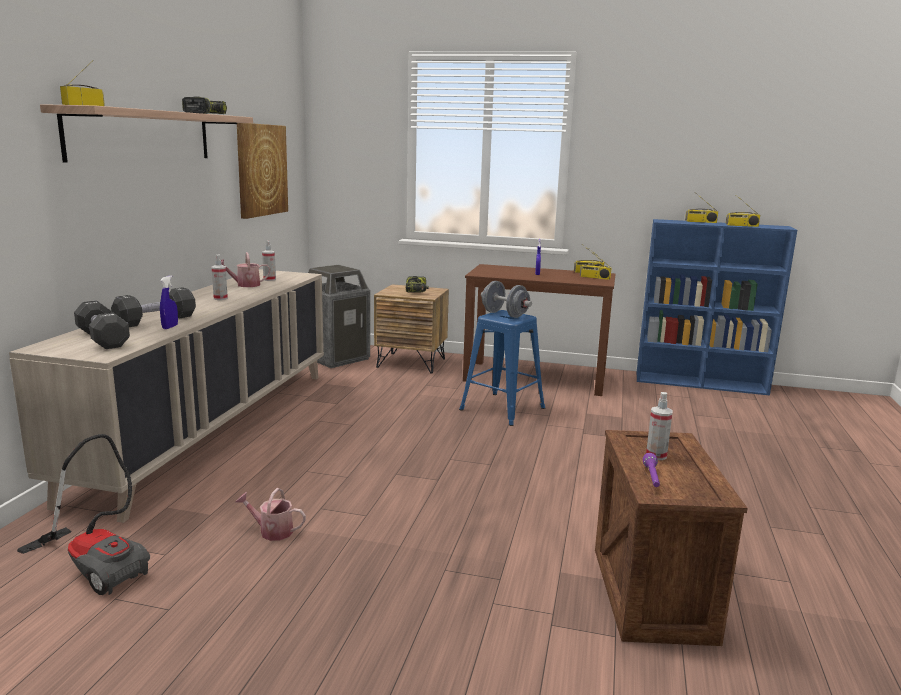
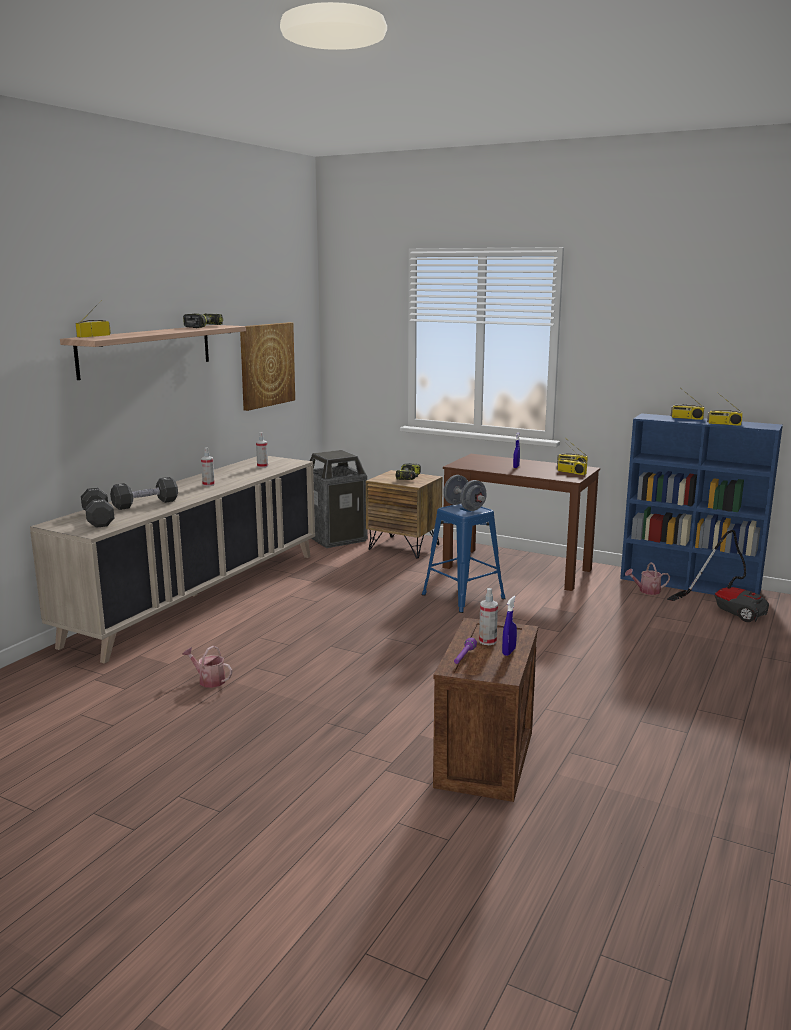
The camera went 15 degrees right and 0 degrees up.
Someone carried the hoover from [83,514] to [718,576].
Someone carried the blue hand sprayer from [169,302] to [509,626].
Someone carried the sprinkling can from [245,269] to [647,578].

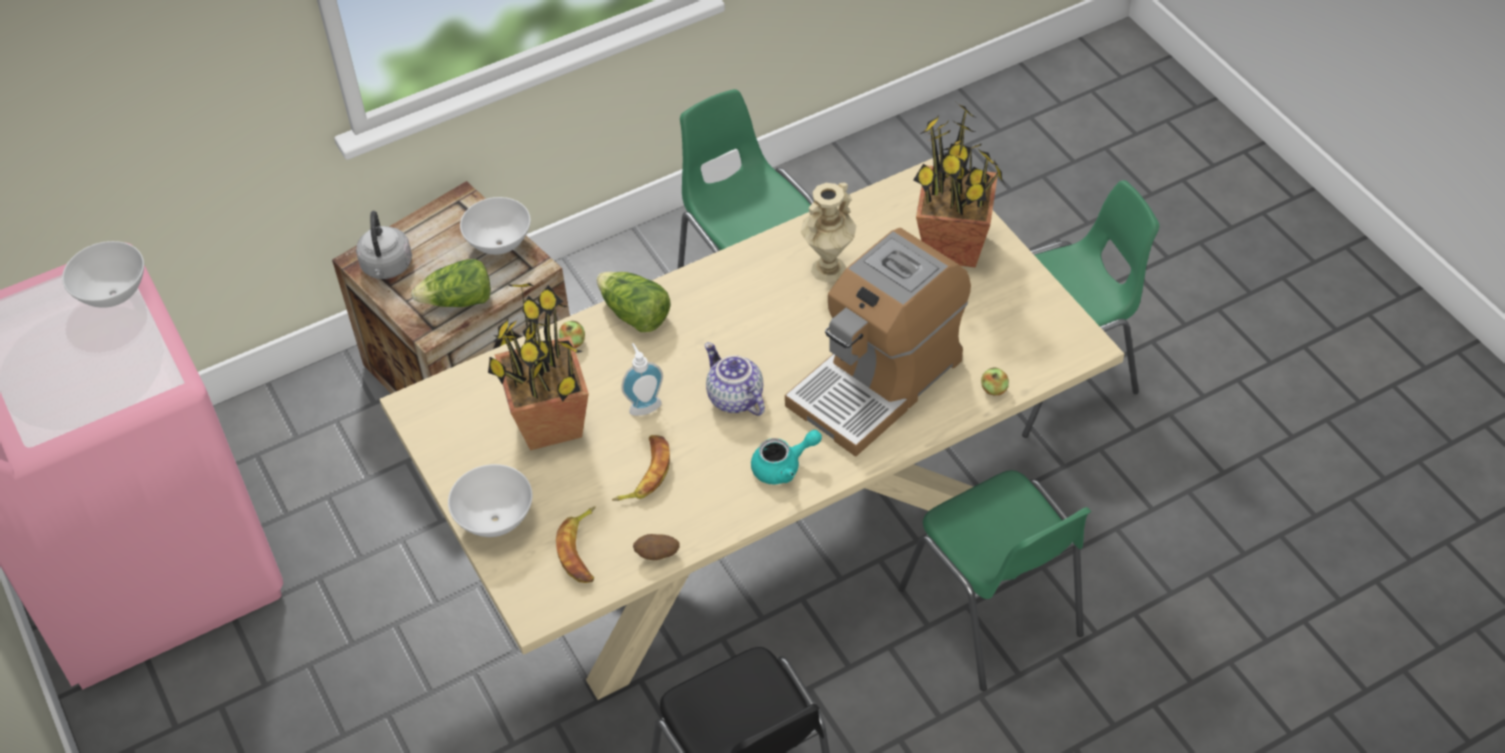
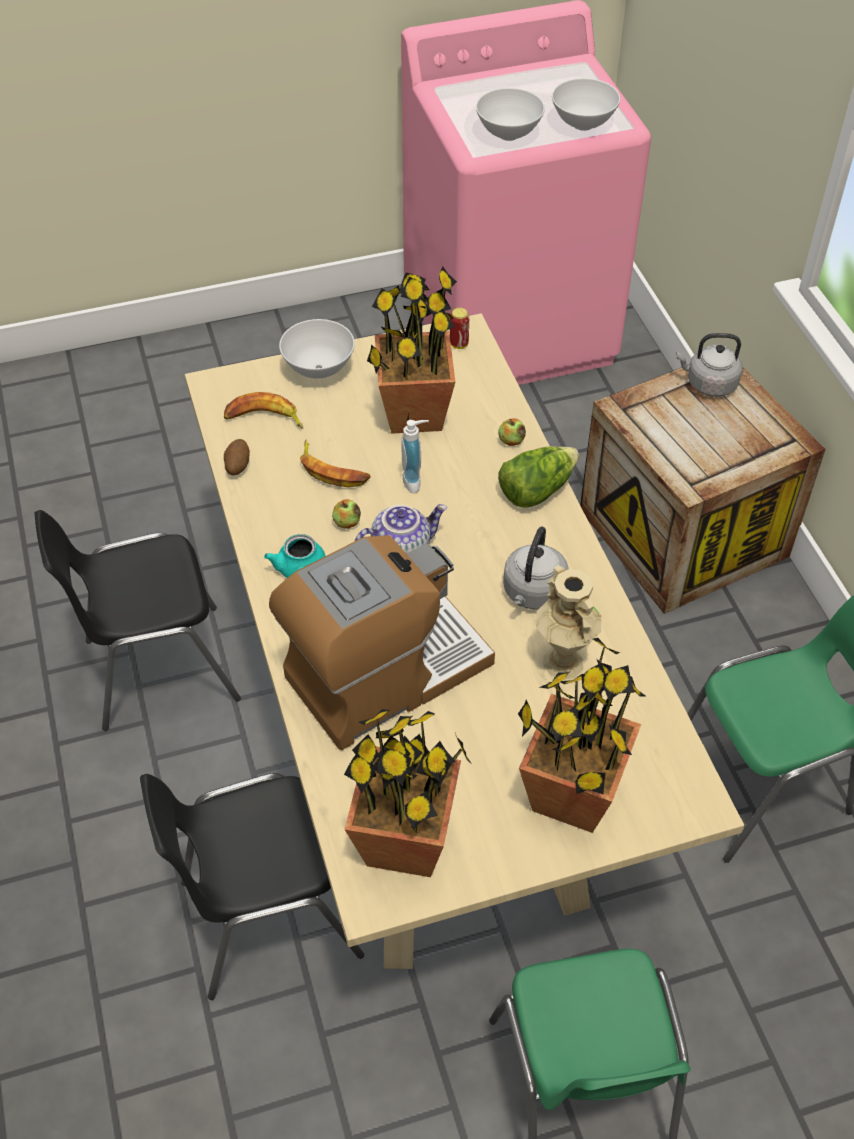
The camera went 100 degrees right and 0 degrees up.
Someone took away the head of lettuce at [451,283].
Someone put down the houseplant at [407,793].
Someone put down the sealed can at [459,328].
Someone put down the gray water kettle at [536,568].
Someone carried the whitish serving bowl from [495,226] to [510,114].
Someone carried the apple from [995,381] to [346,514].
Someone repainted the green-coloured plain chair at [994,580], which became the black-coloured plain chair at [252,886].
Someone rotated the coffee brewer at [878,342] by 90 degrees clockwise.

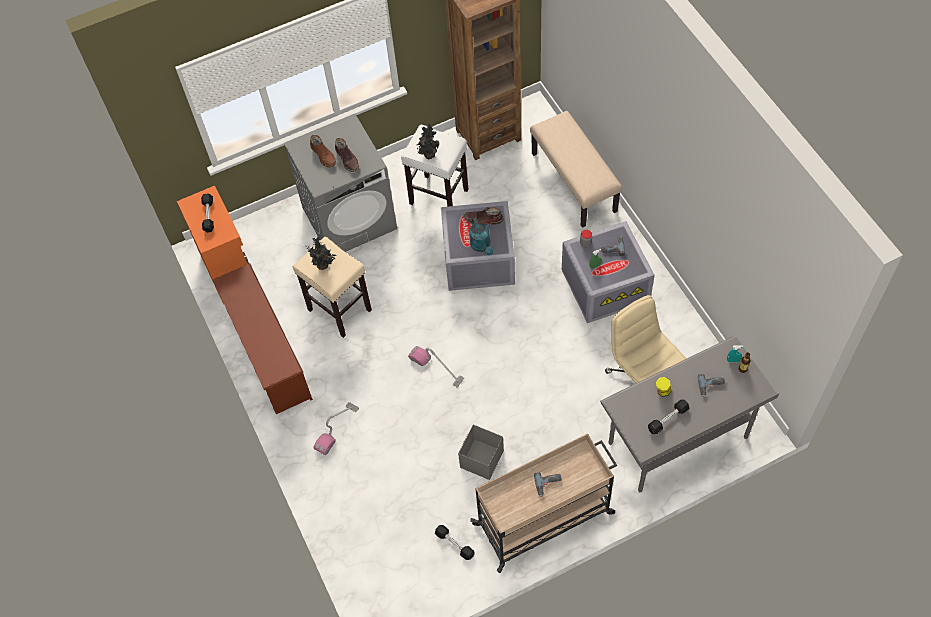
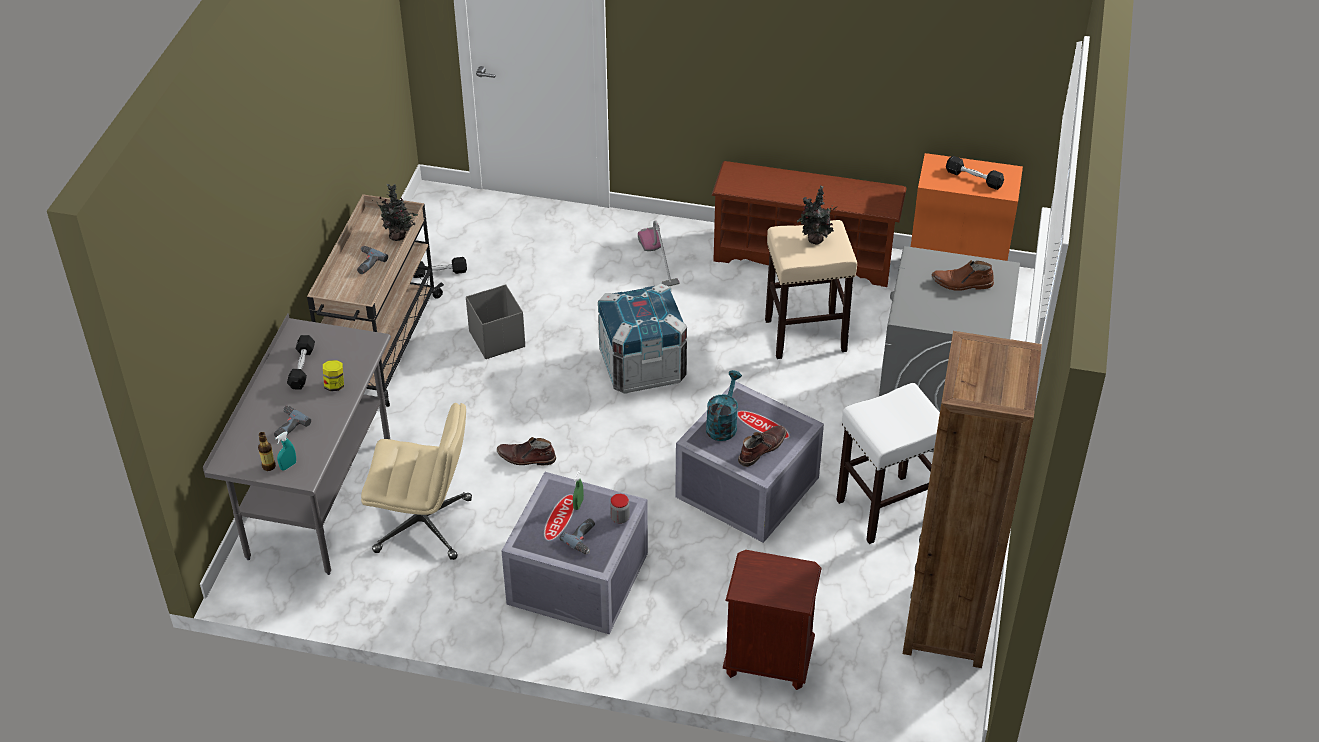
The camera went 125 degrees right and 15 degrees down.
Someone carried the brown boot from [347,155] to [526,451].
Someone carried the houseplant from [428,141] to [395,212].
Someone swapped the hoover at [436,366] for the crate at [642,338].
Someone swapped the sand-coloured indoor bench at [576,169] for the brown bedside table at [772,620].
Someone rotated the turquoise sprinkling can at [482,236] by 90 degrees clockwise.

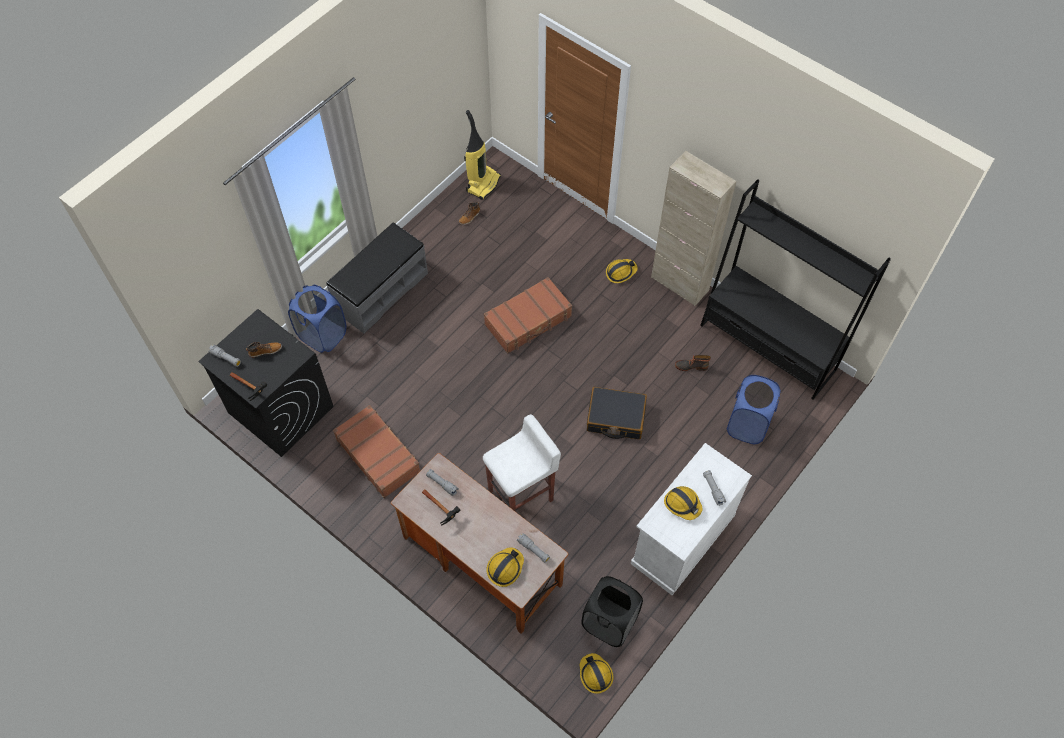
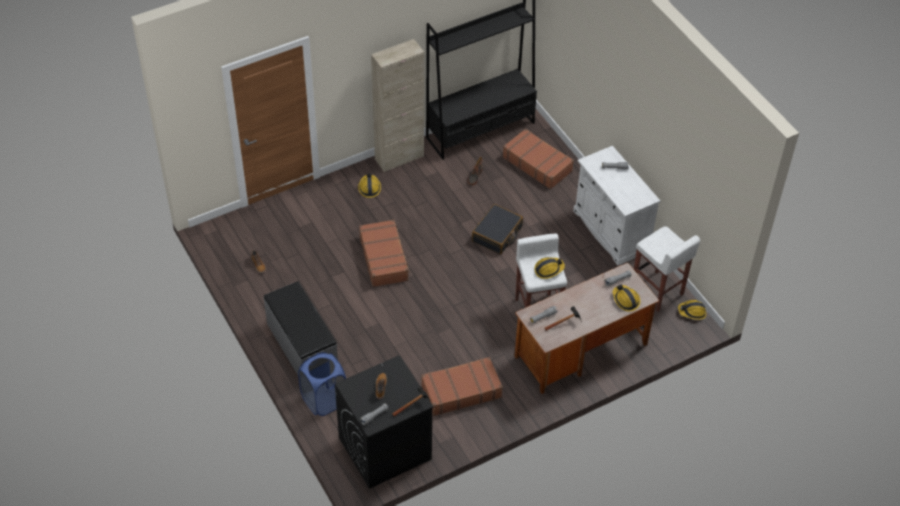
The camera went 70 degrees left and 10 degrees down.
Someone took away the hoover at [482,155].
Someone carried the work helmet from [683,503] to [549,268].
Someone swapped the black-coloured washing basket at [612,611] for the whitish stool at [667,269].
Someone swapped the blue washing basket at [753,409] for the brown piece of luggage at [538,159].

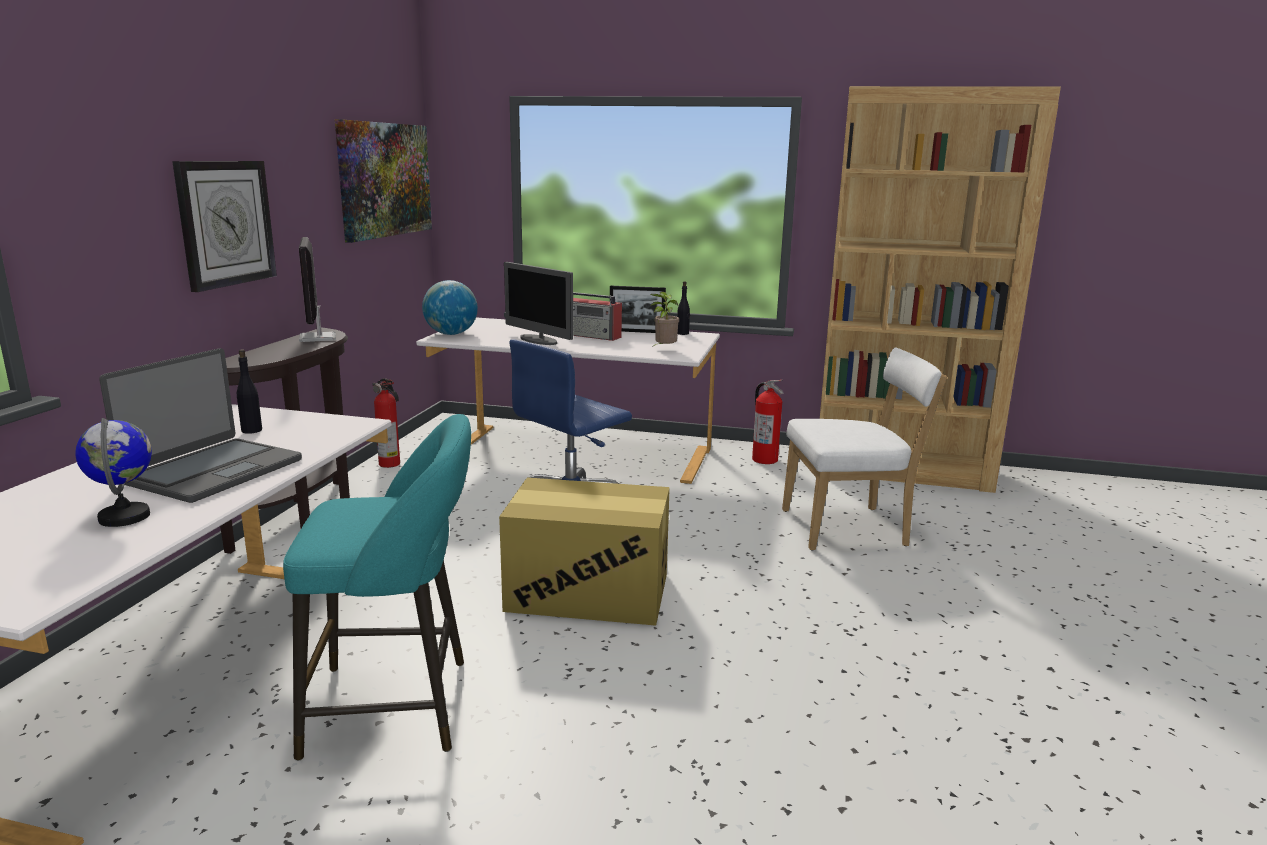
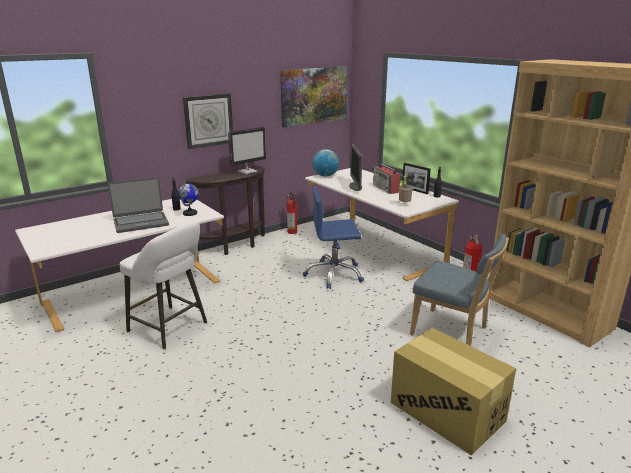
The camera went 40 degrees right and 5 degrees up.
Someone carried the desk globe from [113,472] to [188,199].
Someone carried the cardboard box from [584,551] to [453,391].
Someone repainted the turquoise stool at [377,587], which became the whitish stool at [163,285].
Someone repainted the whitish plain chair at [864,449], which became the blue plain chair at [459,289].
Someone rotated the computer screen at [317,289] by 150 degrees counterclockwise.

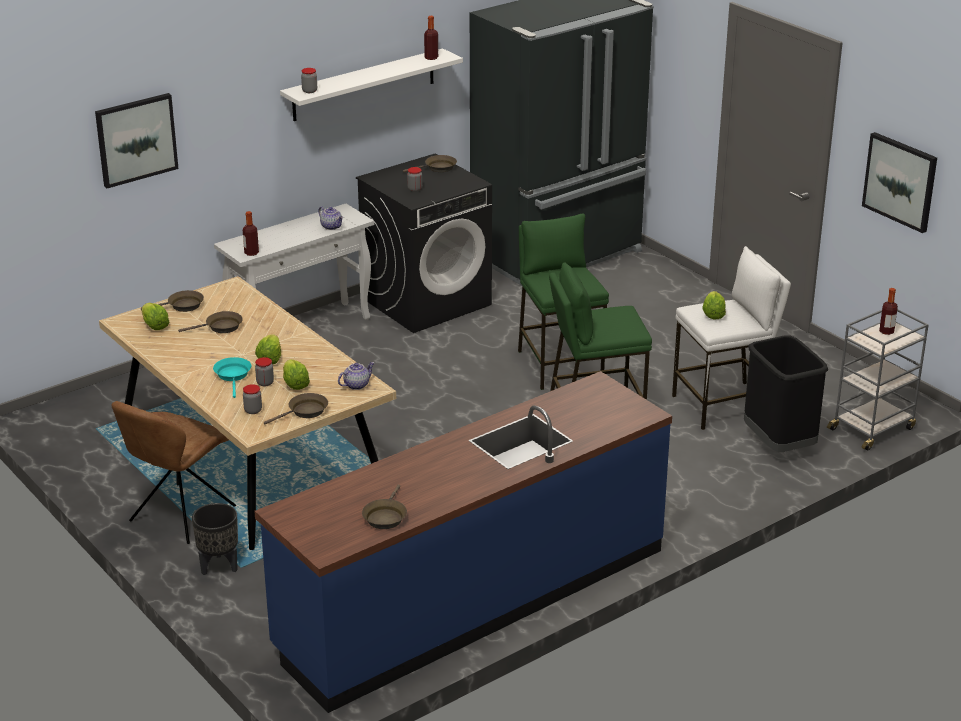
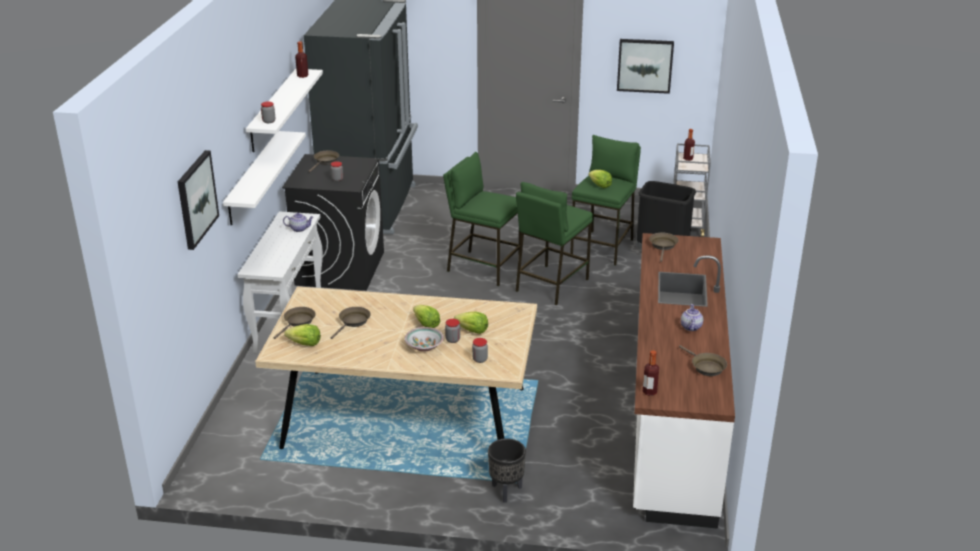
The camera went 45 degrees left and 0 degrees up.
Someone took away the brown plain chair at [173,472].
Someone put up the whitish shelf at [264,178].
Someone carried the drink bottle from [251,233] to [651,373].
Someone carried the brown skillet from [296,409] to [664,247].
Someone carried the teapot from [356,376] to [692,317].
Someone swapped the turquoise skillet at [232,377] for the serving bowl at [424,339].
Someone repainted the blue kitchen counter at [463,542], which became the whitish kitchen counter at [684,381].
Someone repainted the whitish stool at [731,338], which became the green-coloured stool at [605,200].

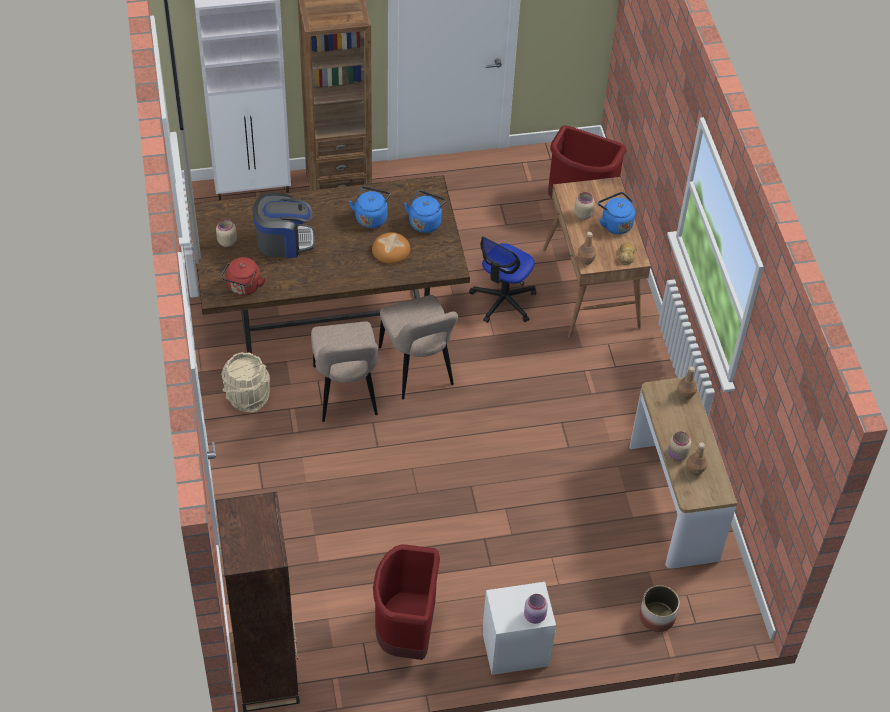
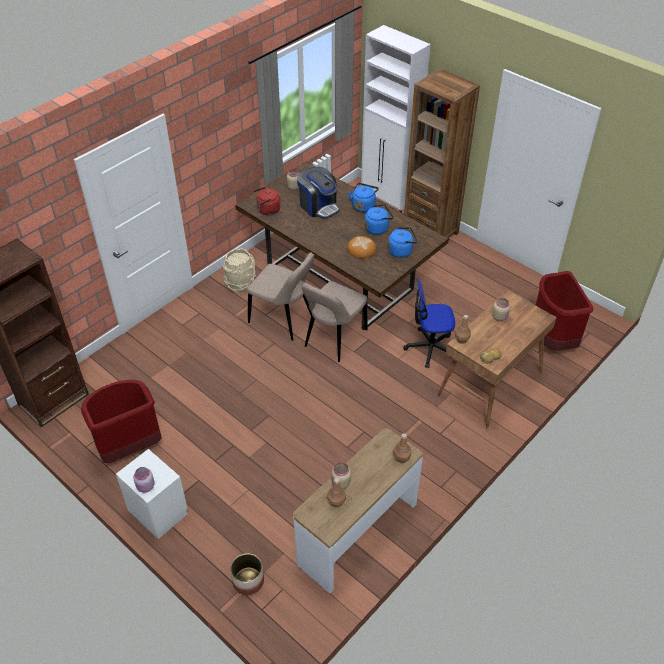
The camera went 55 degrees right and 5 degrees down.
Someone carried the blue water kettle from [616,213] to [363,198].
Someone rotated the sand-coloured plain chair at [344,371] by 105 degrees counterclockwise.

